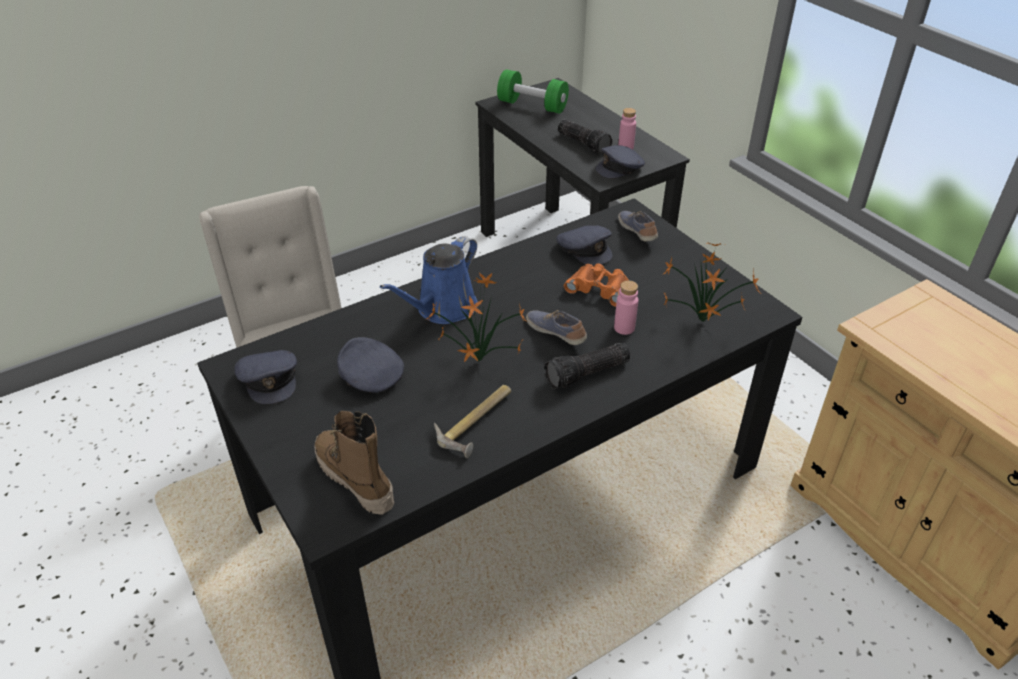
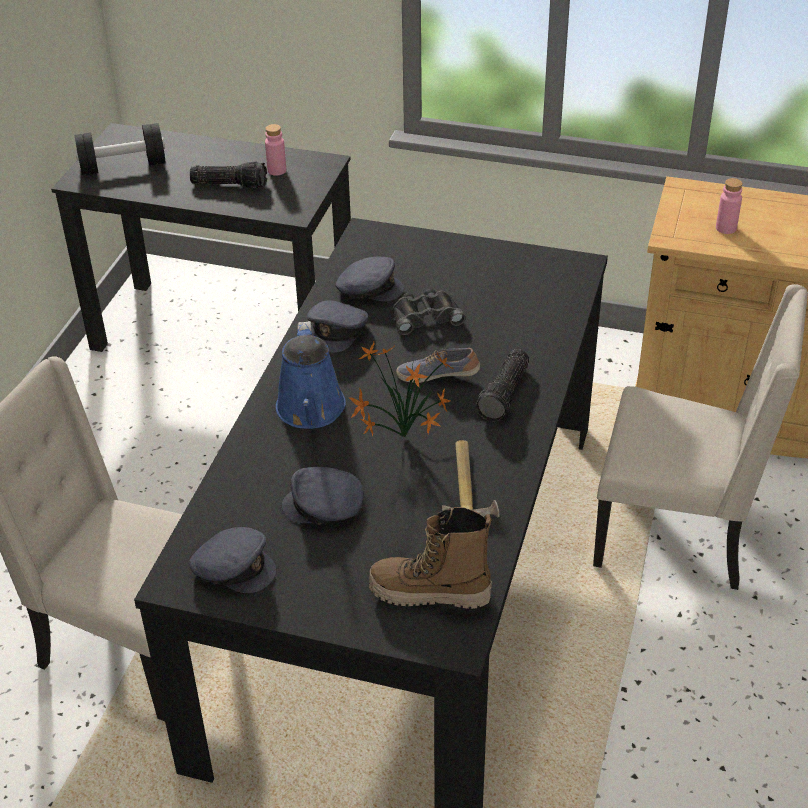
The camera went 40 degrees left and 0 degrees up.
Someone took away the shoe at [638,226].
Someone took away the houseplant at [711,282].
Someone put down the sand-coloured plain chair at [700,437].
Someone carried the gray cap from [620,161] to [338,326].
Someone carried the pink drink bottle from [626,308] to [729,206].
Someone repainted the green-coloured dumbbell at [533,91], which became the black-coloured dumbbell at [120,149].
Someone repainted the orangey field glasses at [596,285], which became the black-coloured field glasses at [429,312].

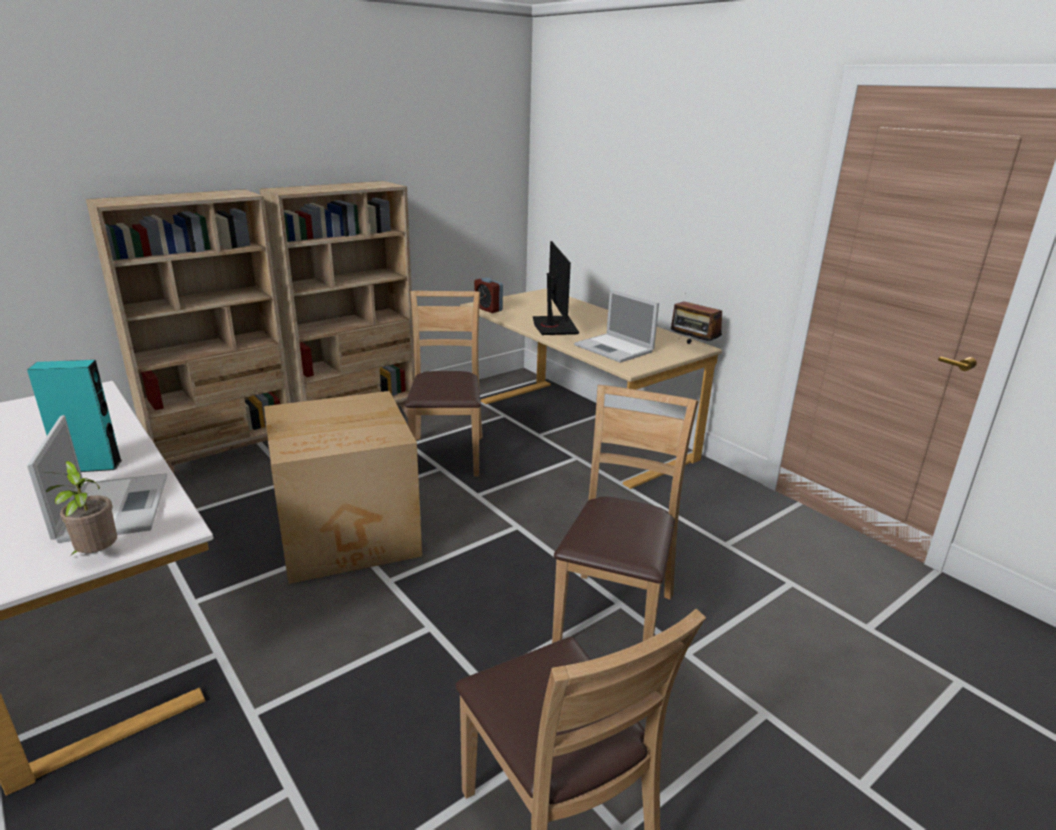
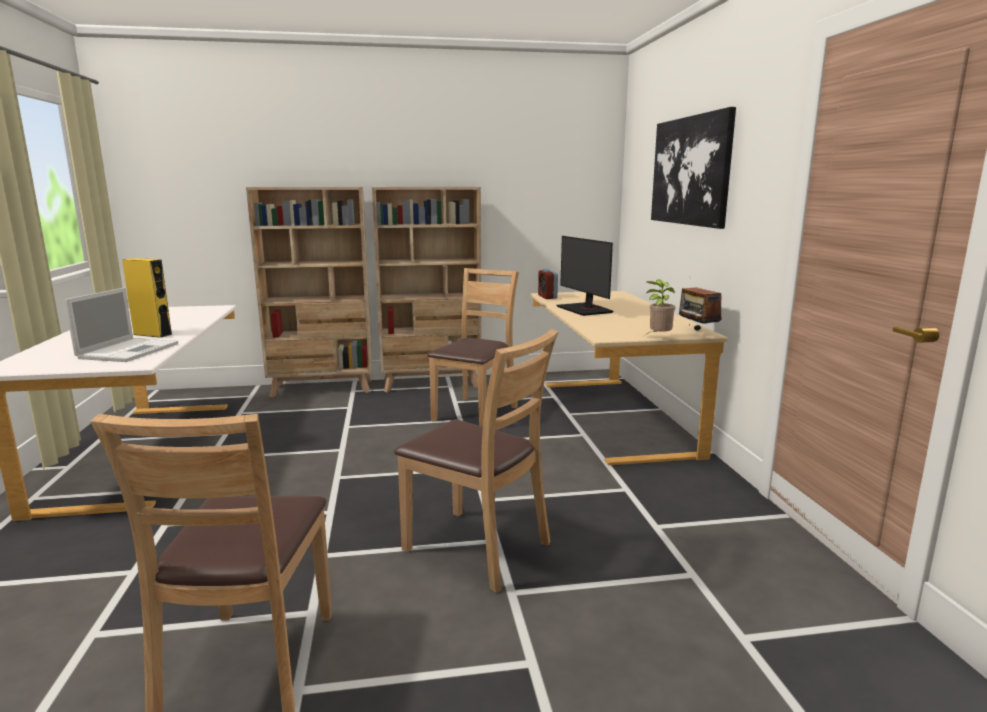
The camera went 30 degrees right and 10 degrees down.
Someone took away the cardboard box at [343,487].
Someone took away the portable computer at [616,326].
Someone put up the wall picture at [693,168].
Someone carried the houseplant from [80,508] to [660,306].
Someone repainted the turquoise speaker at [74,416], which became the yellowish speaker at [147,298].
Someone rotated the computer screen at [556,288] by 135 degrees clockwise.
Someone rotated the brown plain chair at [625,514] by 75 degrees clockwise.

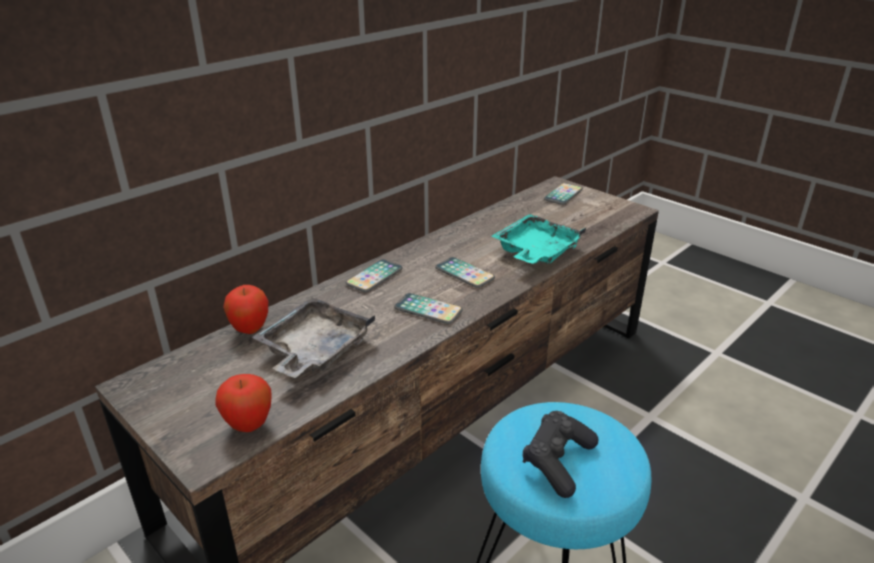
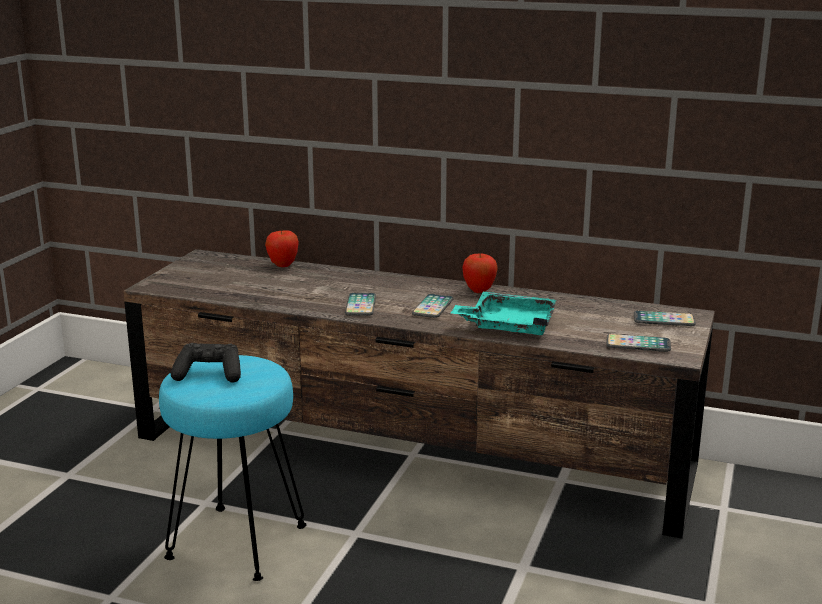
The camera went 65 degrees right and 10 degrees down.
Someone took away the gray tray at [313,337].
Someone carried the apple from [243,403] to [480,273].
Someone carried the handset from [374,275] to [638,343].

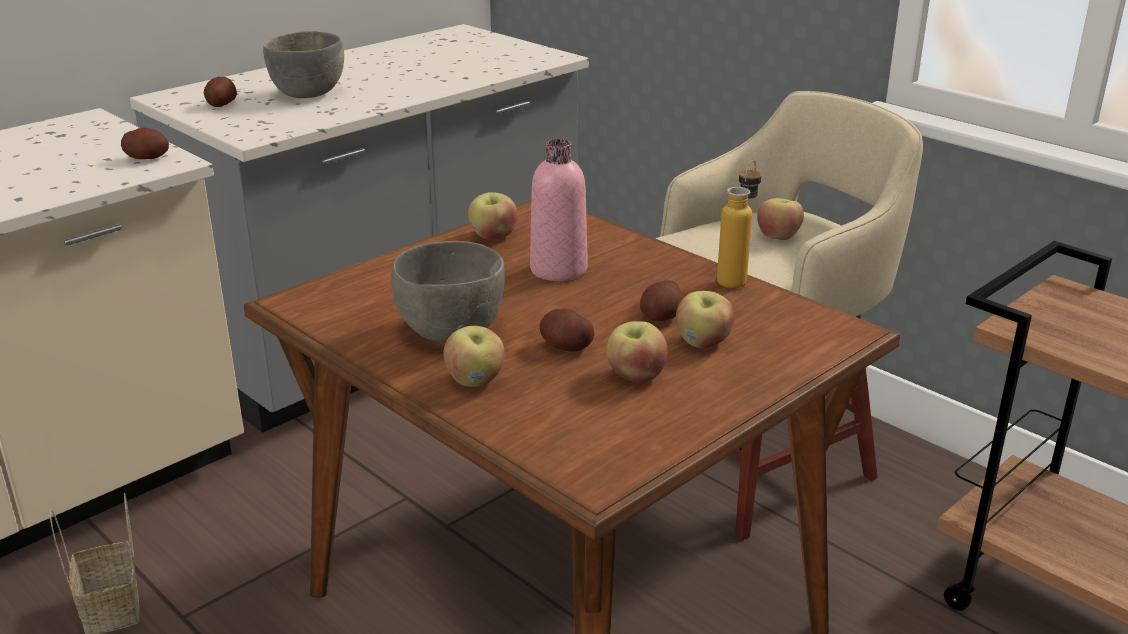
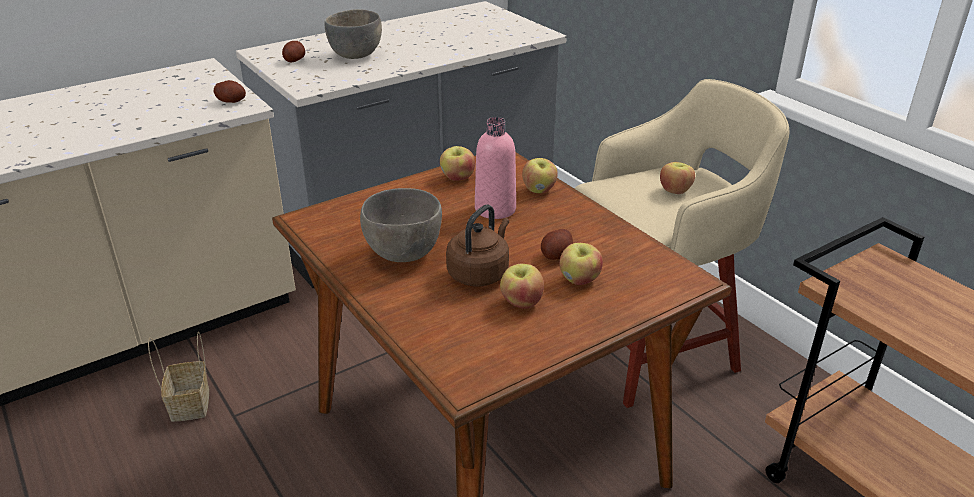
The camera went 10 degrees right and 5 degrees up.
Someone took away the drink bottle at [739,224].
Someone carried the apple from [474,356] to [540,175].
Someone swapped the spud at [567,329] for the brown water kettle at [477,245].

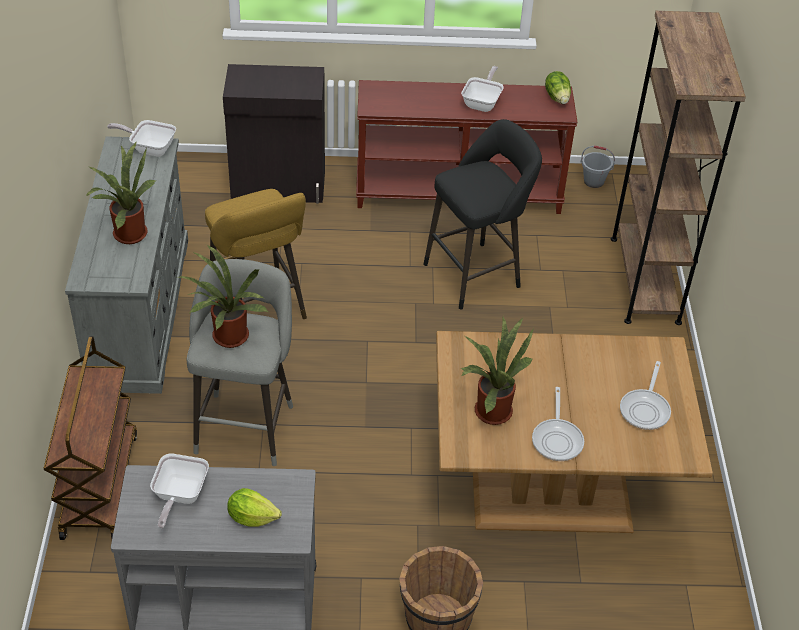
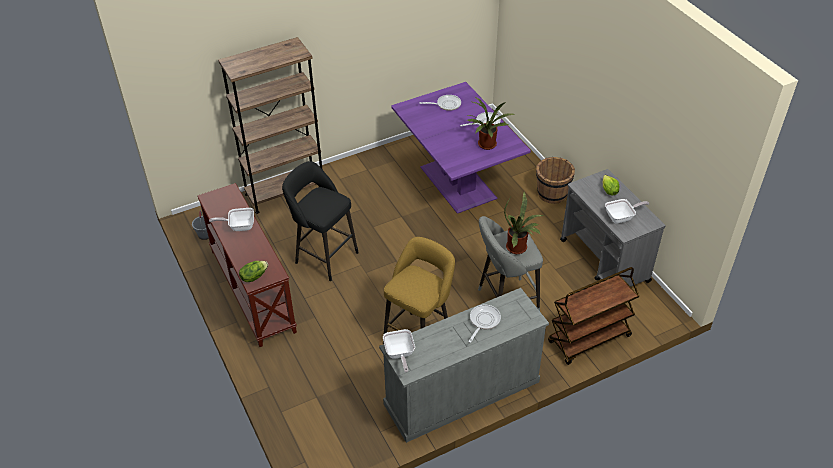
The camera went 115 degrees left and 0 degrees up.
Someone took away the black-coloured storage cabinet at [274,134].
Someone carried the head of lettuce from [558,87] to [253,271].
Someone swapped the houseplant at [121,192] for the skillet at [484,324].
Someone repainted the brown dinner table at [574,432], which became the purplish dinner table at [461,148].

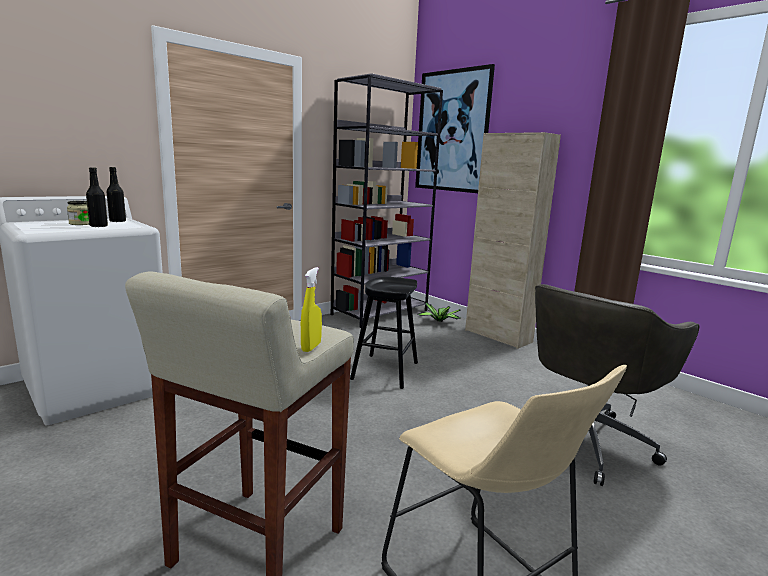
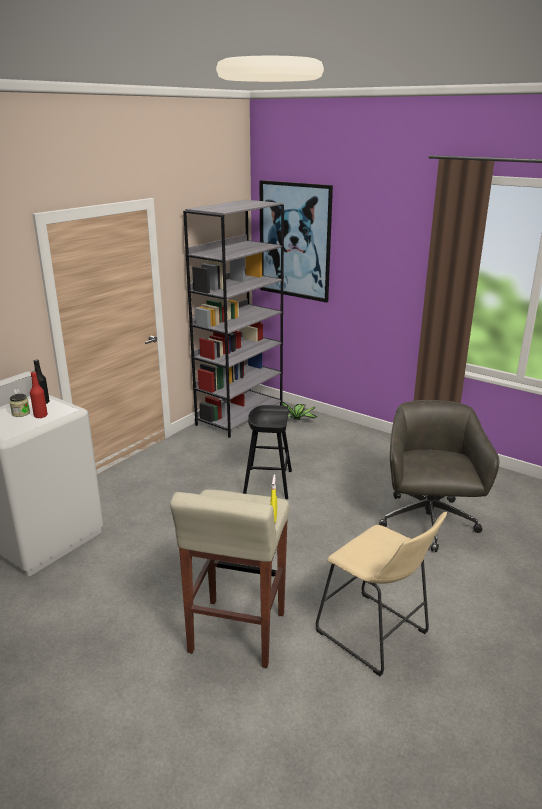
The camera went 10 degrees left and 10 degrees up.
Someone took away the sand-coloured storage cabinet at [513,240].
Someone repainted the black-coloured drink bottle at [97,197], which became the red drink bottle at [39,394].
Someone rotated the gray computer chair at [617,385] by 150 degrees clockwise.

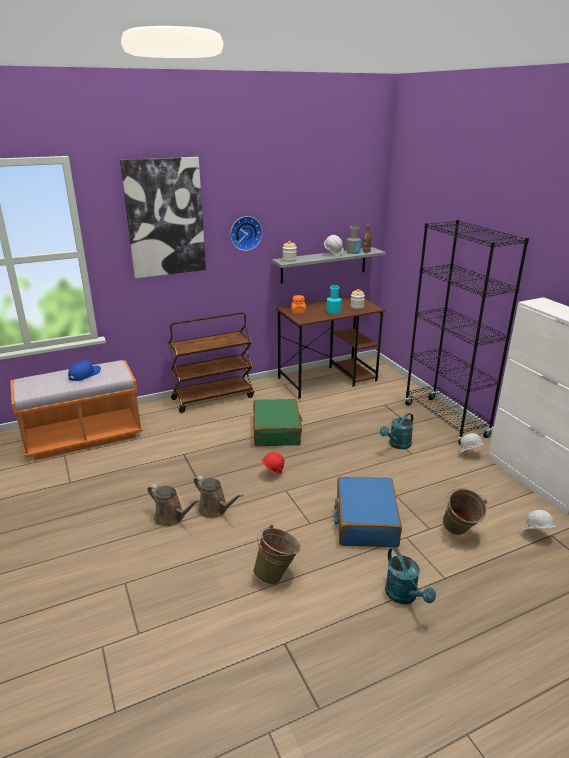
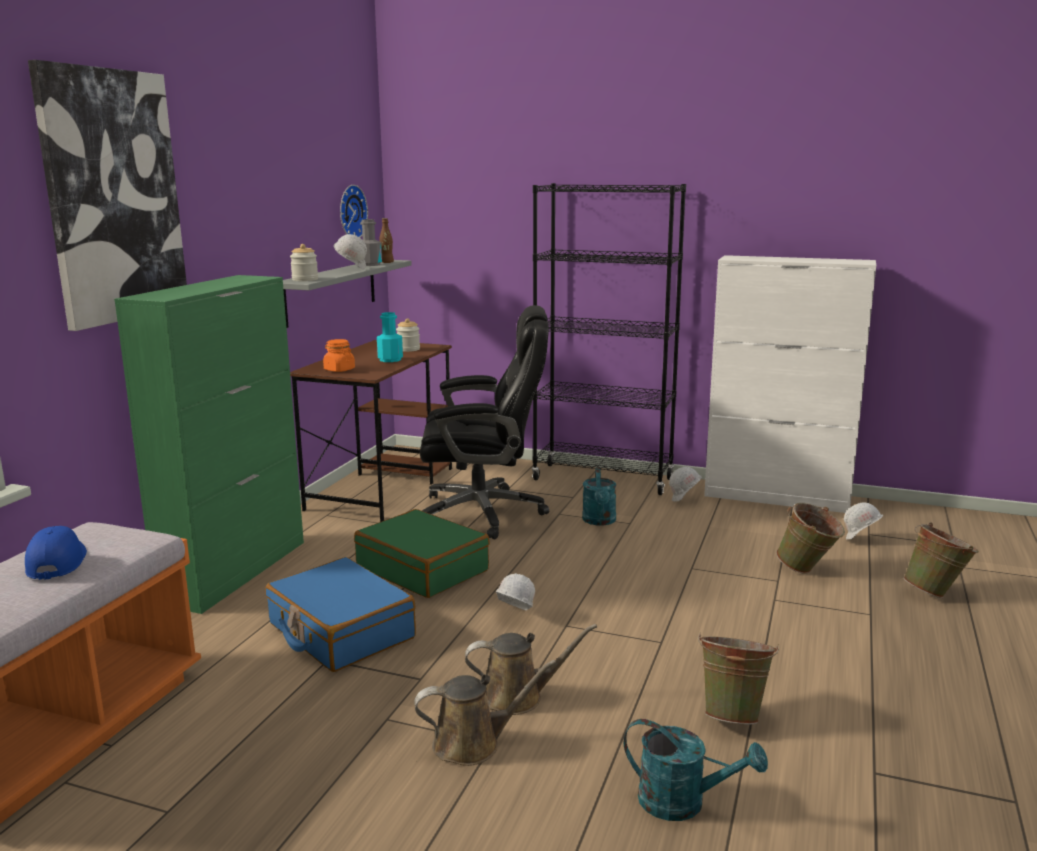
The camera went 45 degrees left and 10 degrees down.
Someone put down the black-coloured computer chair at [484,422].
Someone put down the green-coloured pail at [941,560].
Someone carried the hanging clock from [246,233] to [354,211].
Someone carried the blue piece of luggage from [368,512] to [340,614].
Someone carried the turquoise sprinkling can from [410,575] to [696,770].
Someone swapped the brown wheeled cart at [211,362] for the green-coloured storage cabinet at [209,444].
Someone repainted the red work helmet at [273,463], which became the whitish work helmet at [515,592].

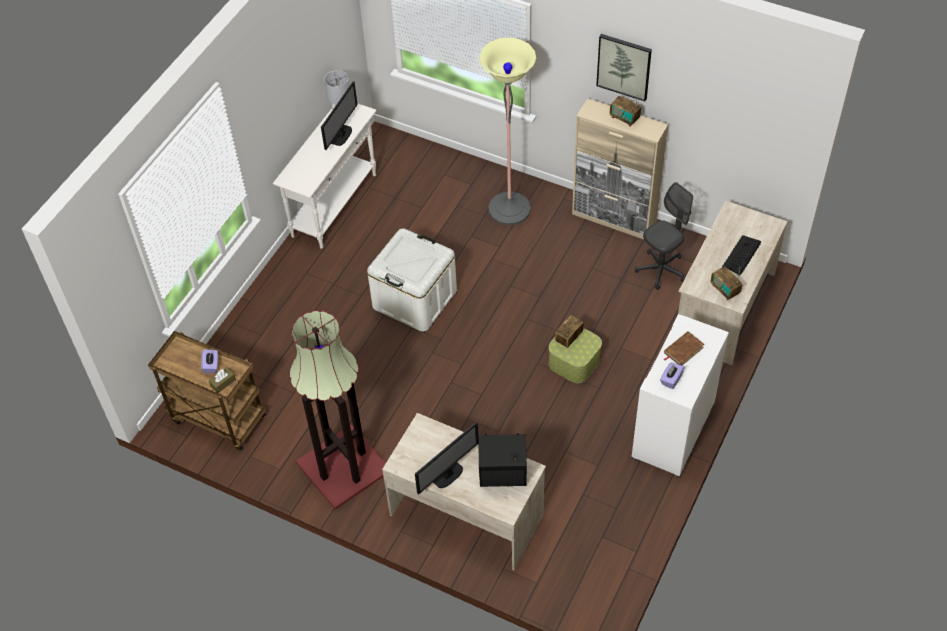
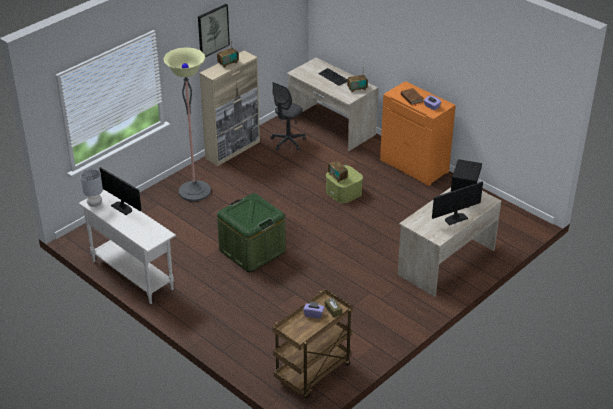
The camera went 75 degrees left and 15 degrees down.
Someone took away the floor lamp at [338,410].
Someone repainted the whitish storage bin at [412,280], which became the green-coloured storage bin at [251,232].
Someone repainted the whitish storage cabinet at [680,395], which became the orangey storage cabinet at [418,133].
Someone rotated the computer screen at [447,458] by 90 degrees counterclockwise.
Someone rotated the gray computer chair at [664,236] by 120 degrees counterclockwise.

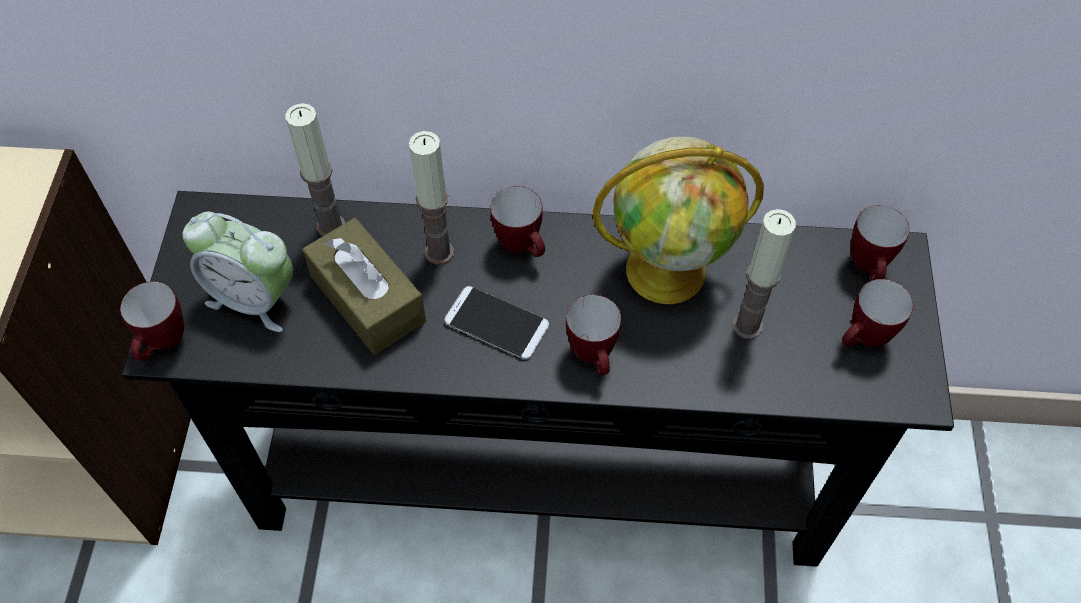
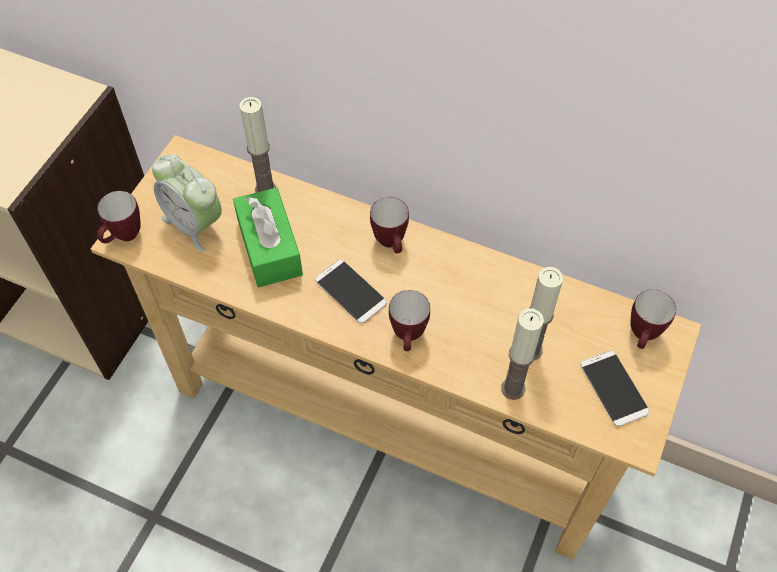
The camera went 20 degrees right and 0 degrees up.
Someone took away the desk globe at [678,220].
Someone carried the wax candle from [431,198] to [522,354].
Someone swapped the coffee mug at [877,313] for the handset at [615,389].
Someone repainted the black-coloured hall table at [538,379], which became the sand-coloured hall table at [396,347].
Someone repainted the brown tissue box at [364,286], which became the green-coloured tissue box at [268,237].

